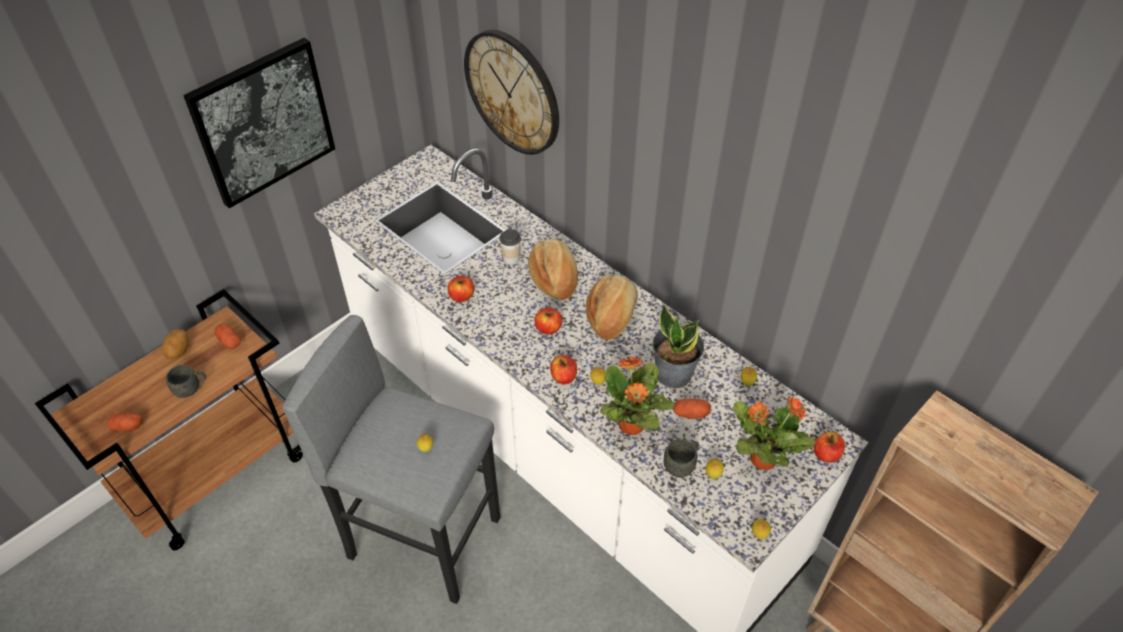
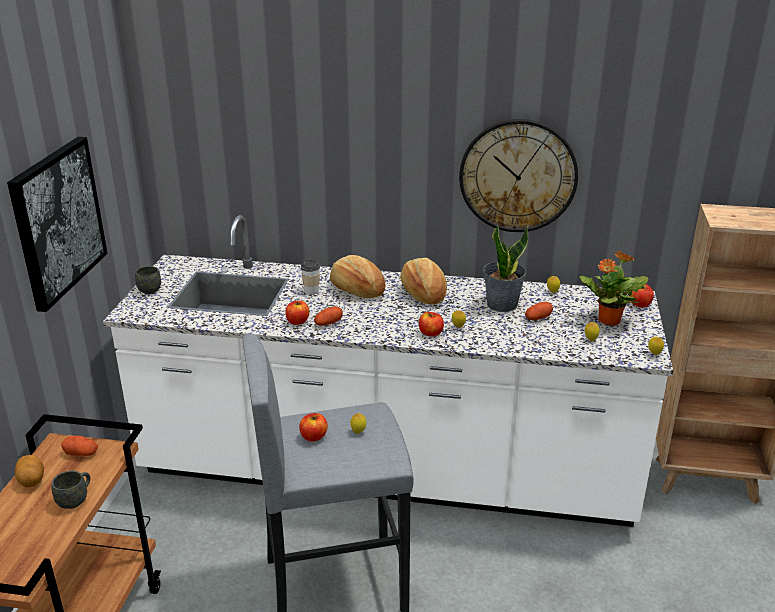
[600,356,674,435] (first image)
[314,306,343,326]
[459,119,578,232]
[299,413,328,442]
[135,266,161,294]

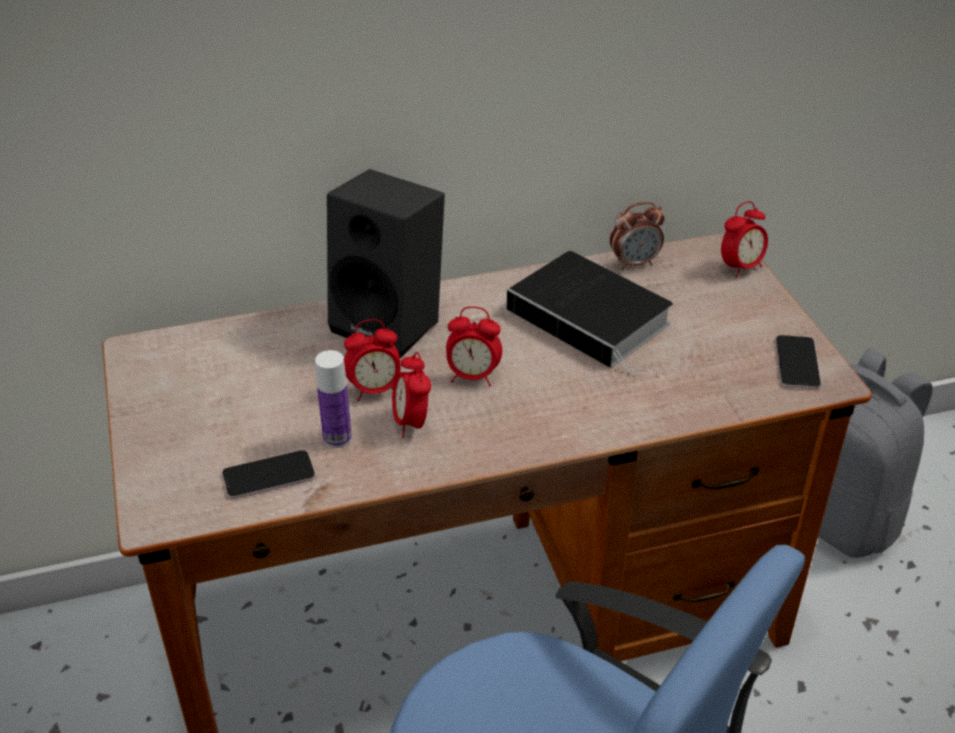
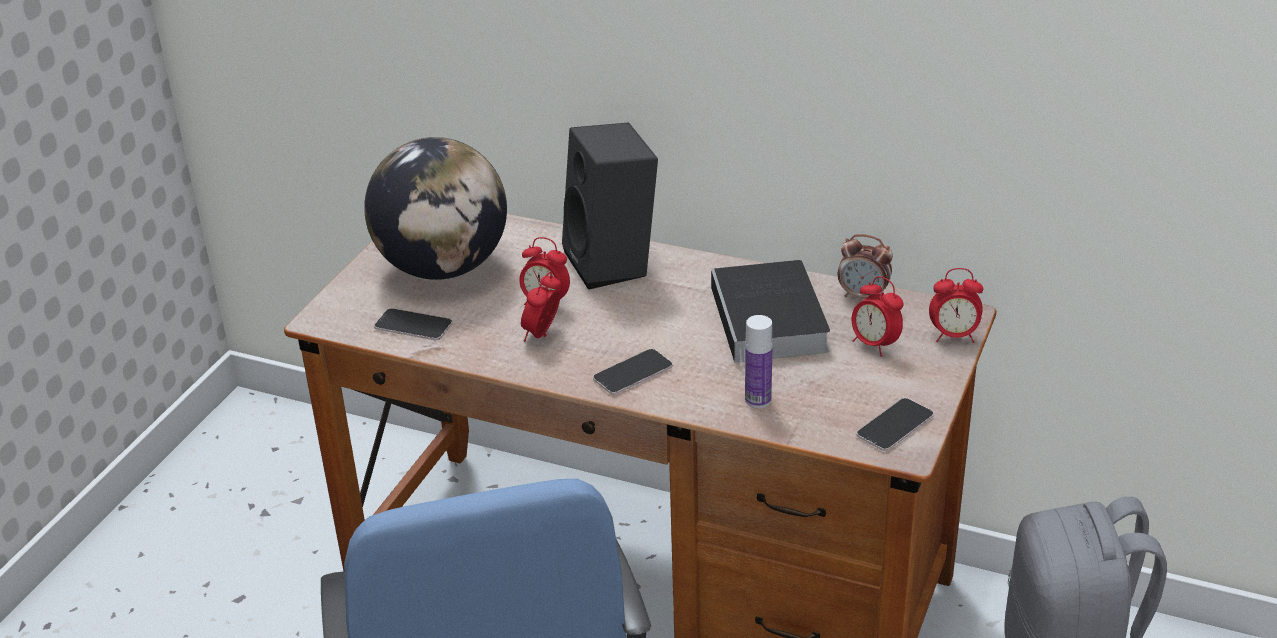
[364,137,507,280]
[593,349,673,395]
[745,315,773,408]
[852,276,904,357]

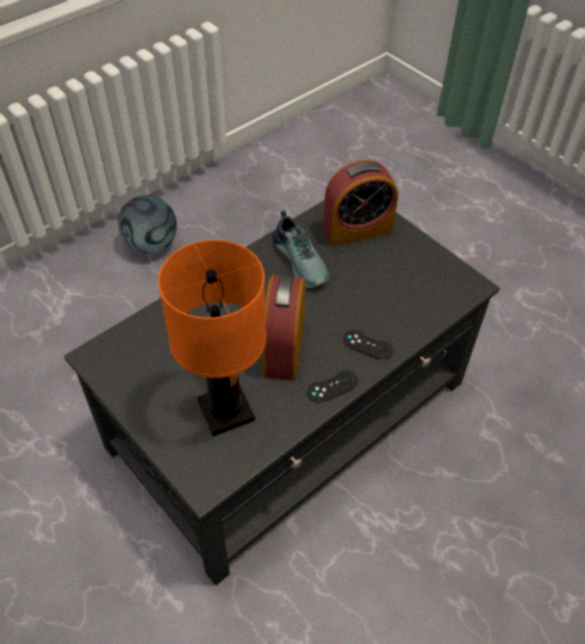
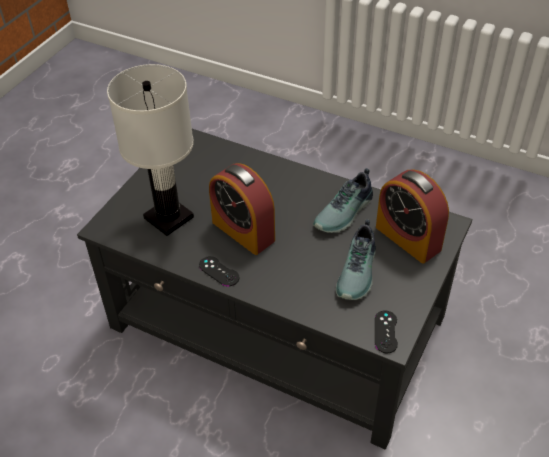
[118,195,177,254] (first image)
[336,219,376,300]
[375,310,398,353]
[107,64,194,236]
[209,163,275,255]

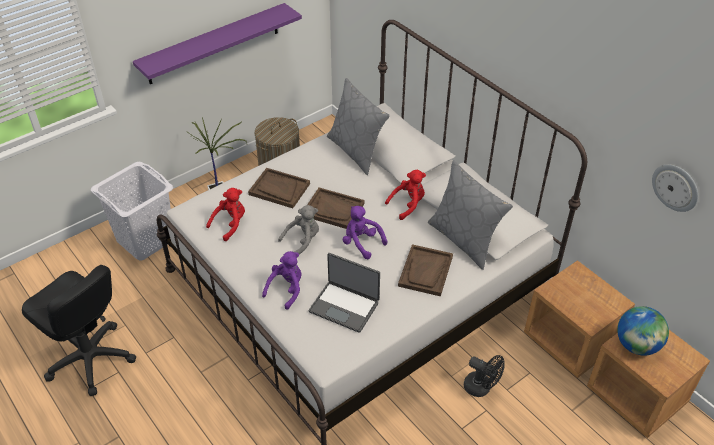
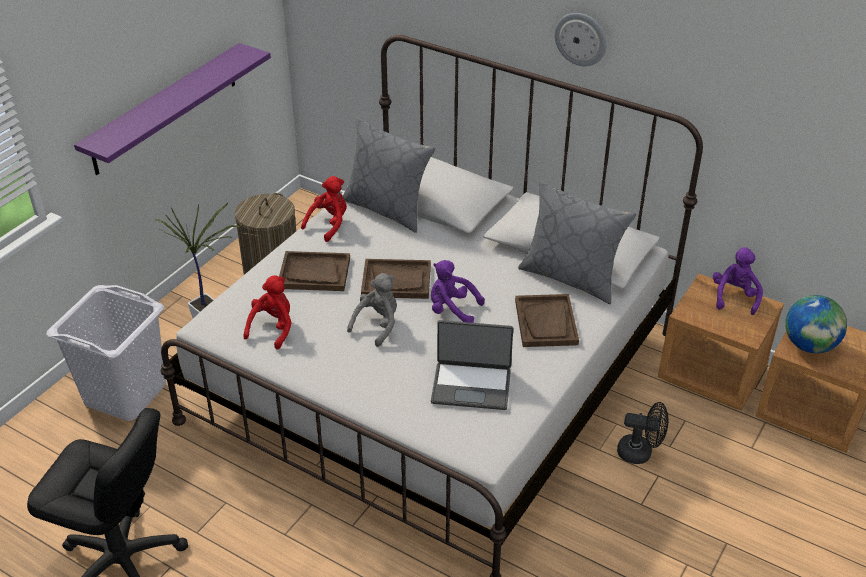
[713,247,763,315]
[301,176,347,242]
[555,13,607,66]

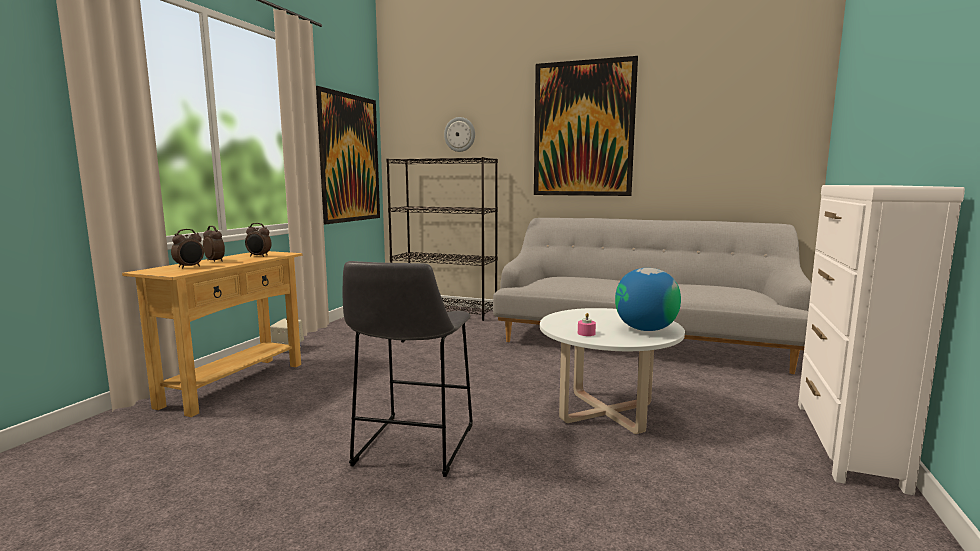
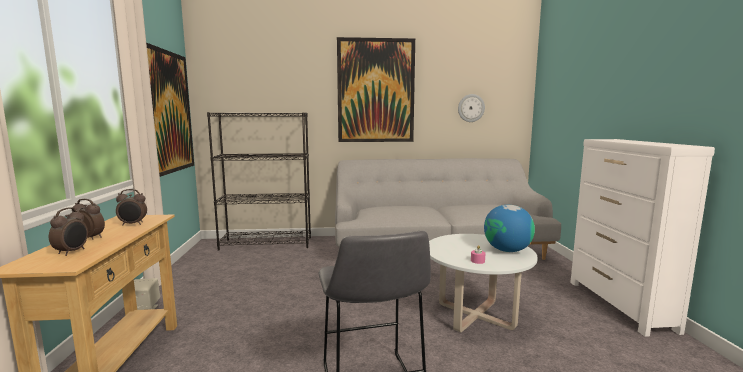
[458,94,485,122]

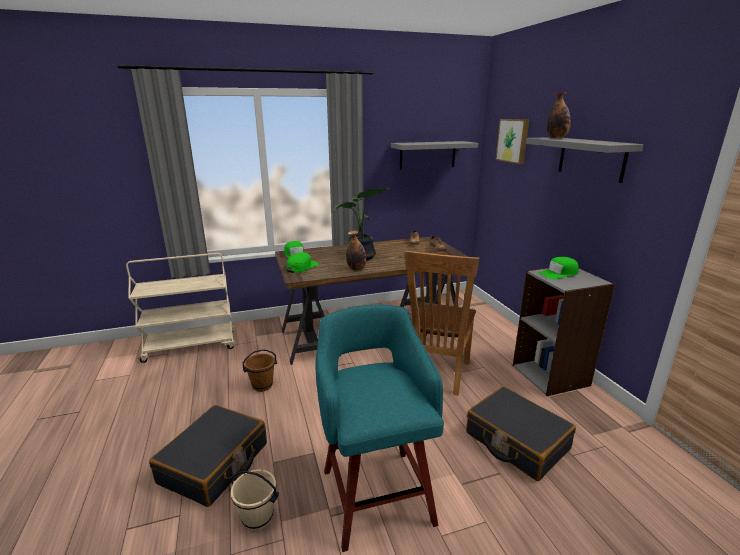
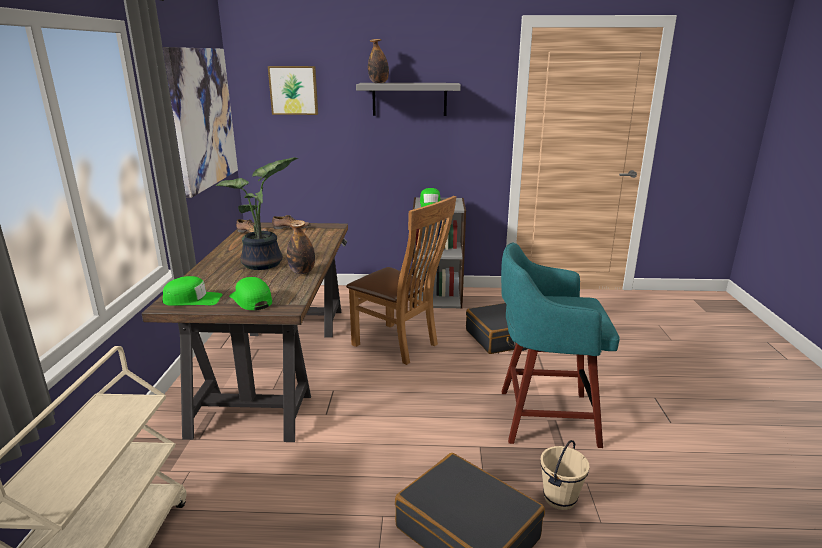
[243,349,277,392] (first image)
[163,47,238,198]

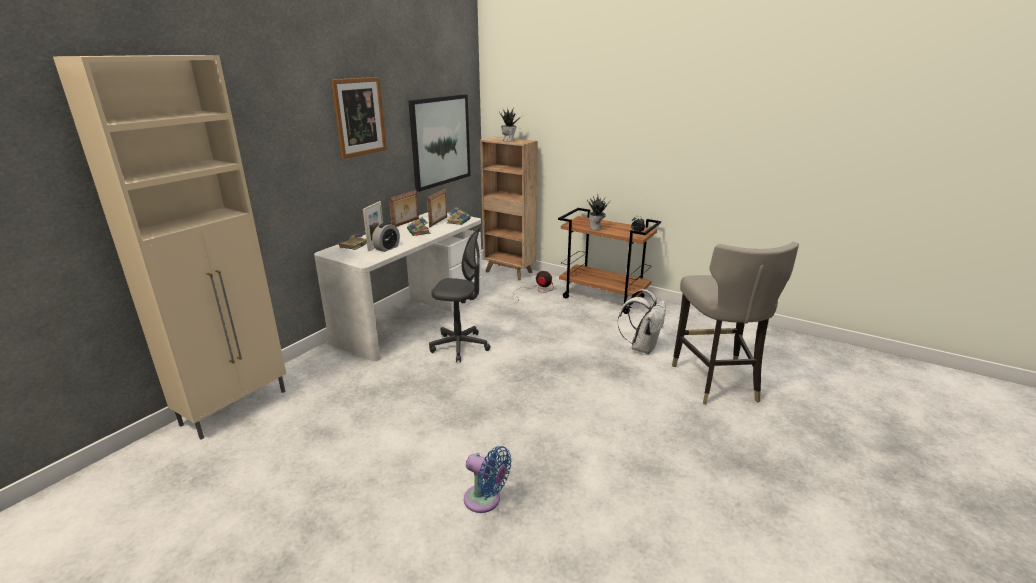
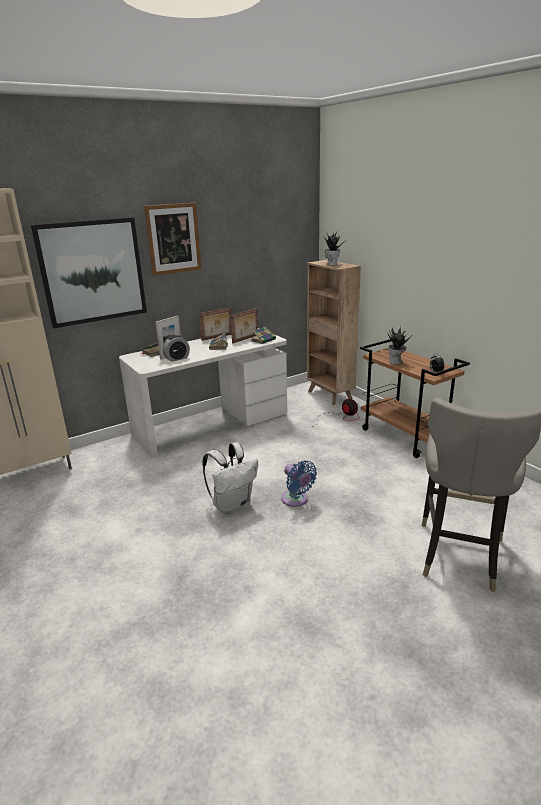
[429,226,491,362] (first image)
[31,217,147,328]
[281,460,317,507]
[202,442,258,514]

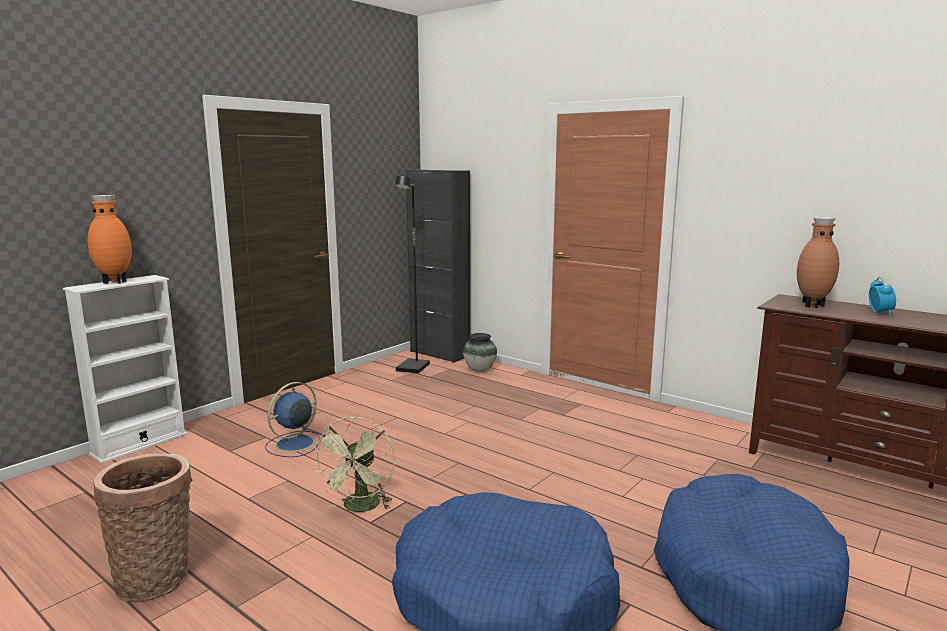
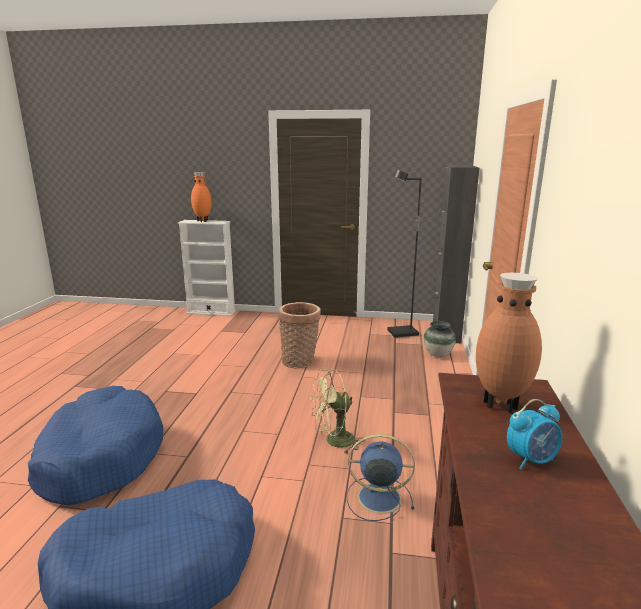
[278,302,321,369]
[347,434,415,521]
[310,370,363,455]

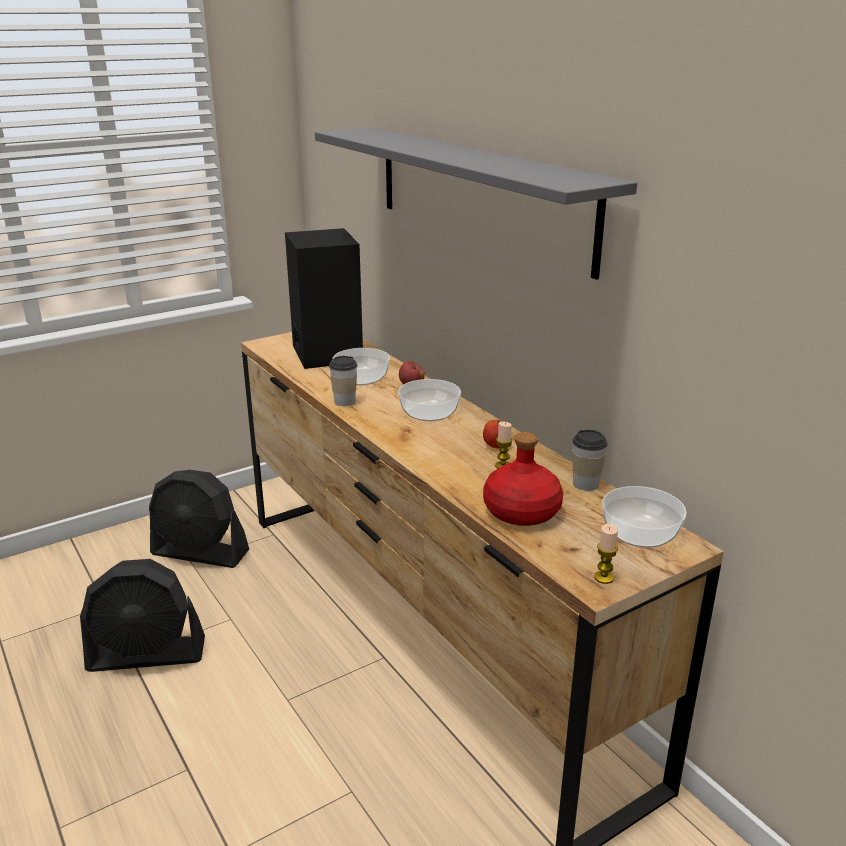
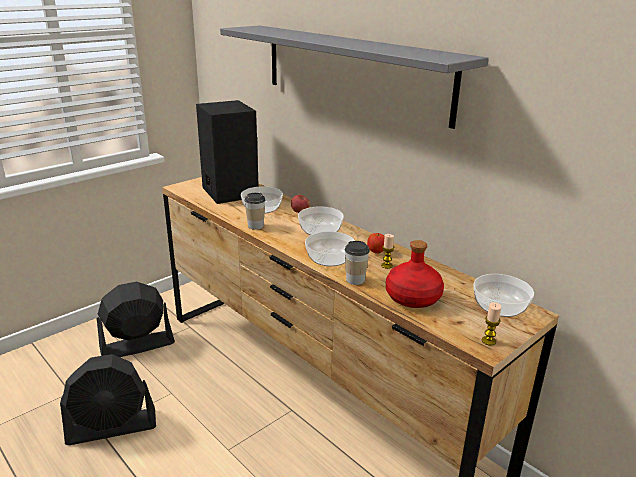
[305,231,355,267]
[345,241,370,285]
[97,282,175,357]

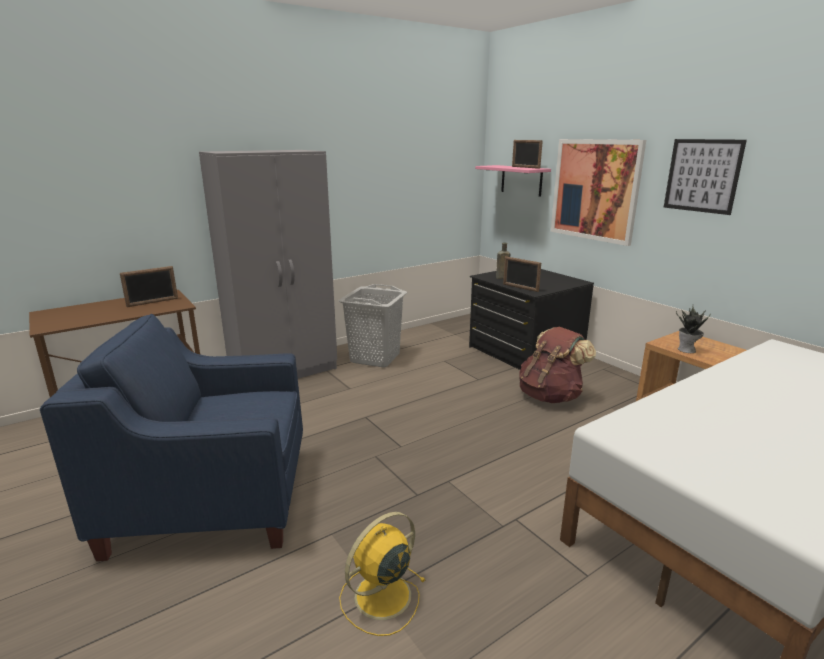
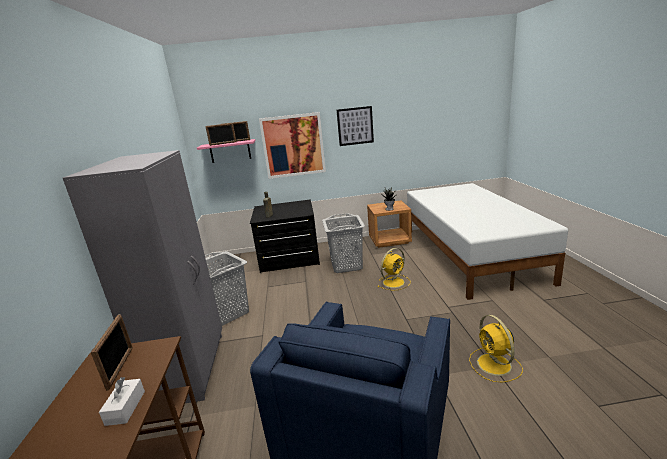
[99,377,145,426]
[378,248,410,290]
[205,123,236,146]
[322,213,365,273]

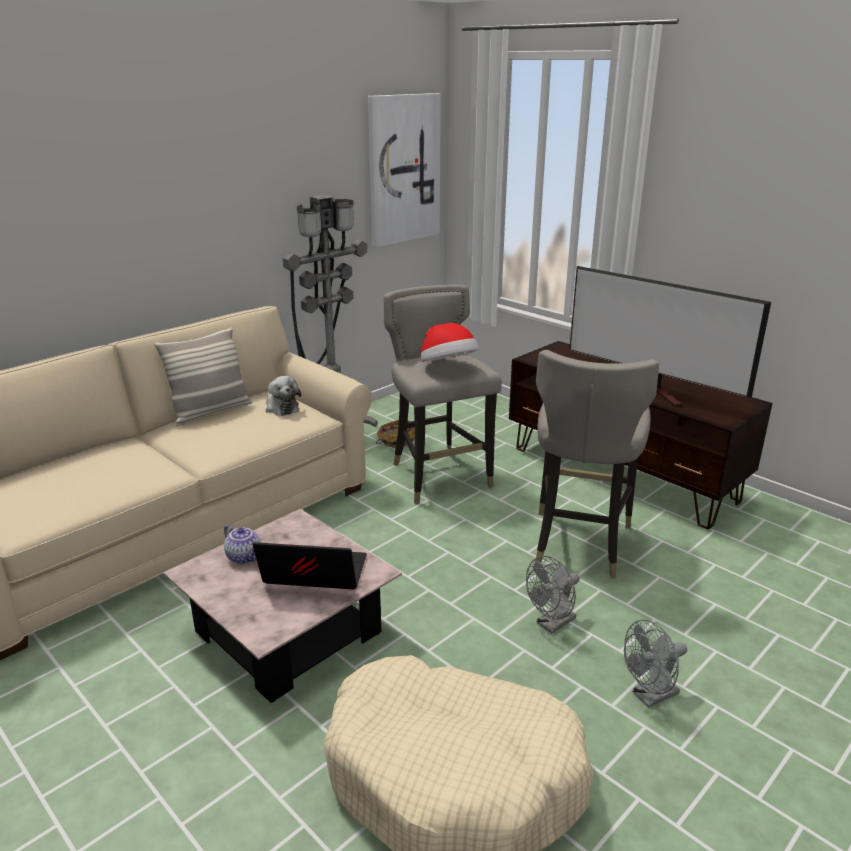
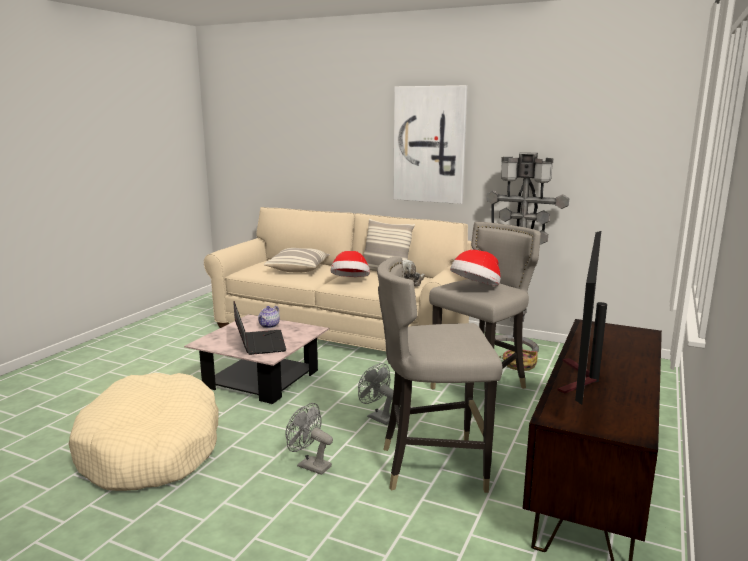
[264,248,330,273]
[331,251,370,277]
[393,85,468,204]
[358,363,394,425]

